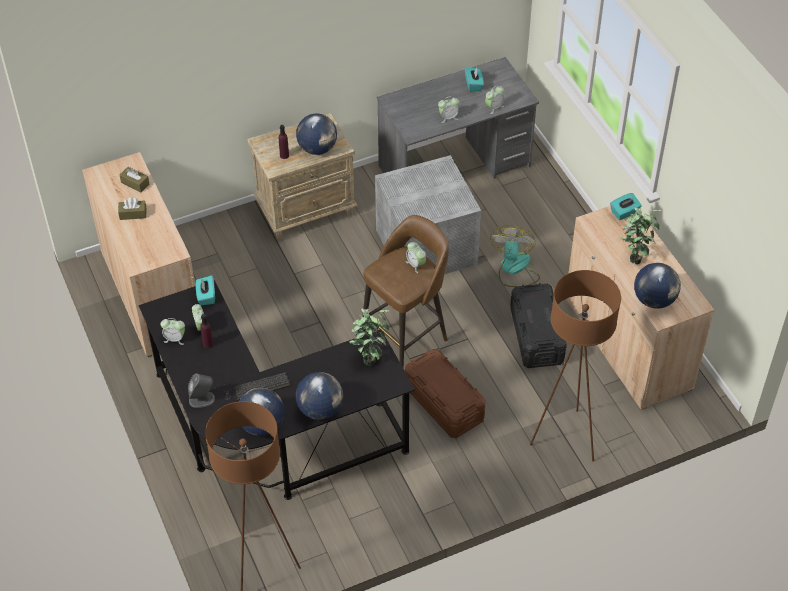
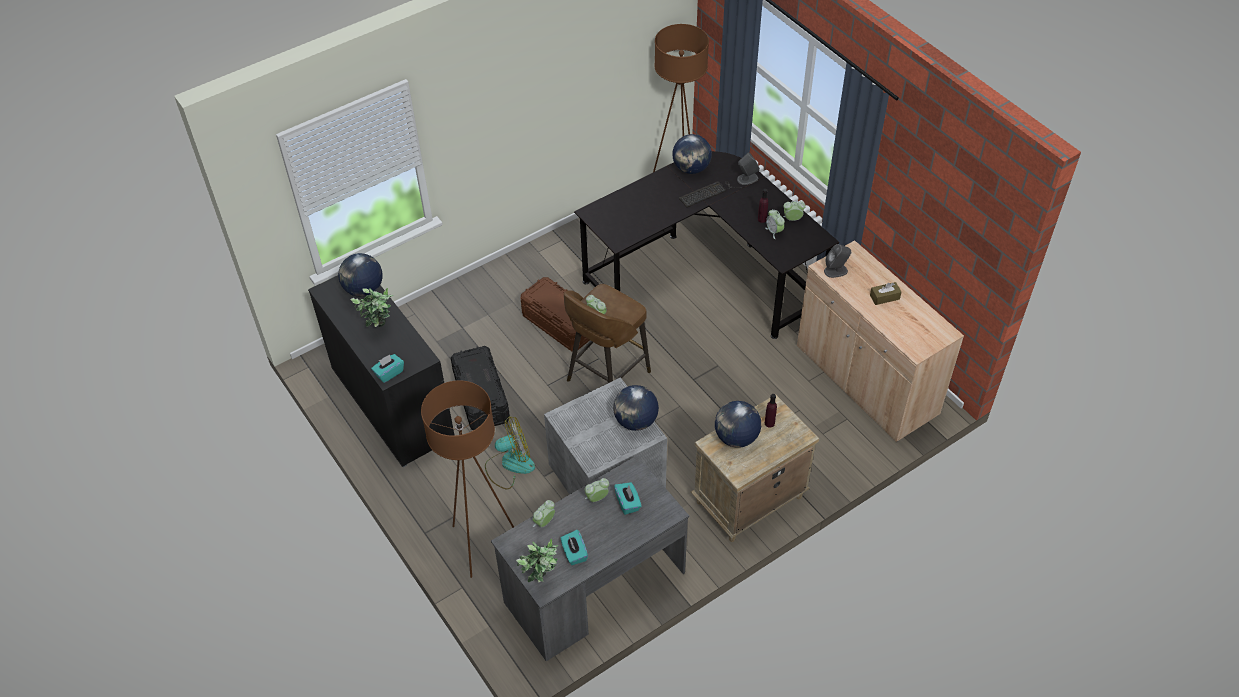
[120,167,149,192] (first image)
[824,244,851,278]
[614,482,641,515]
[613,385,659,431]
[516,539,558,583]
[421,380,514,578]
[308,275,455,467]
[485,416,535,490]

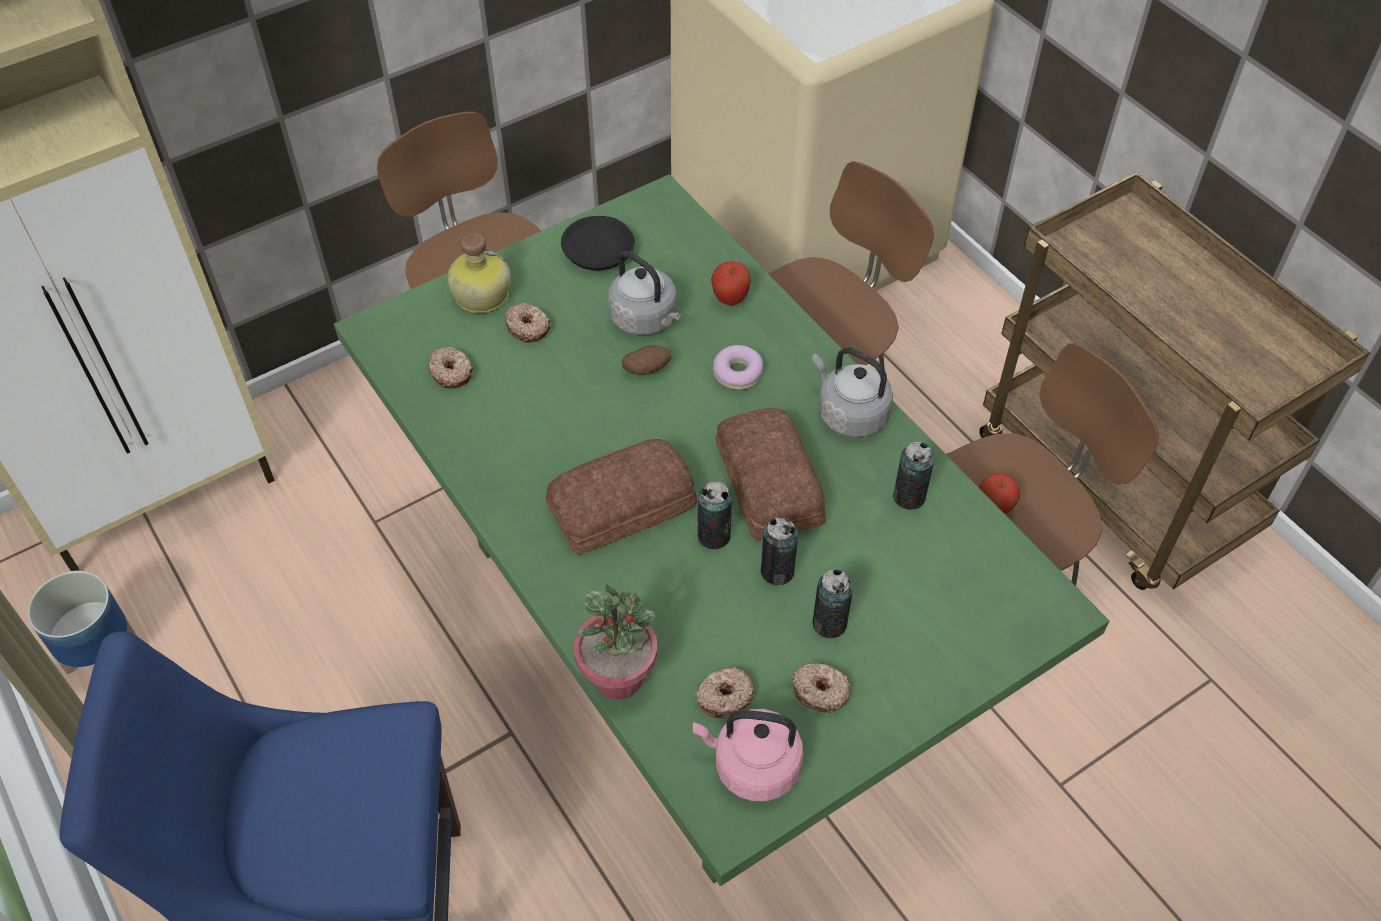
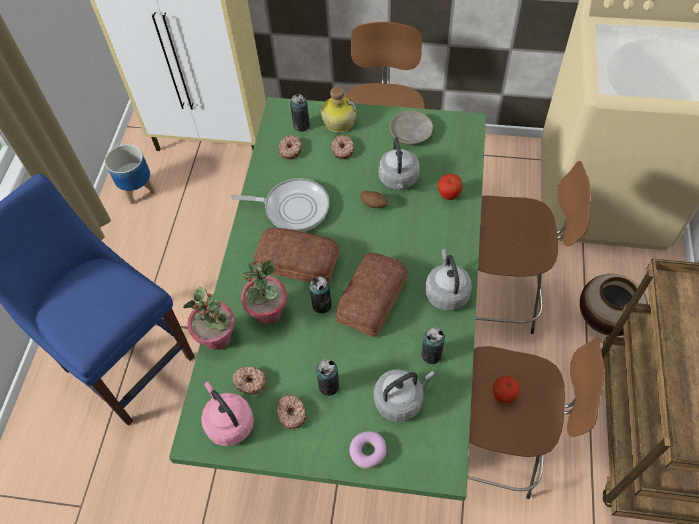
[231,178,329,232]
[241,260,287,325]
[374,369,435,422]
[580,274,648,336]
[349,431,386,469]
[290,94,310,132]
[390,111,433,145]

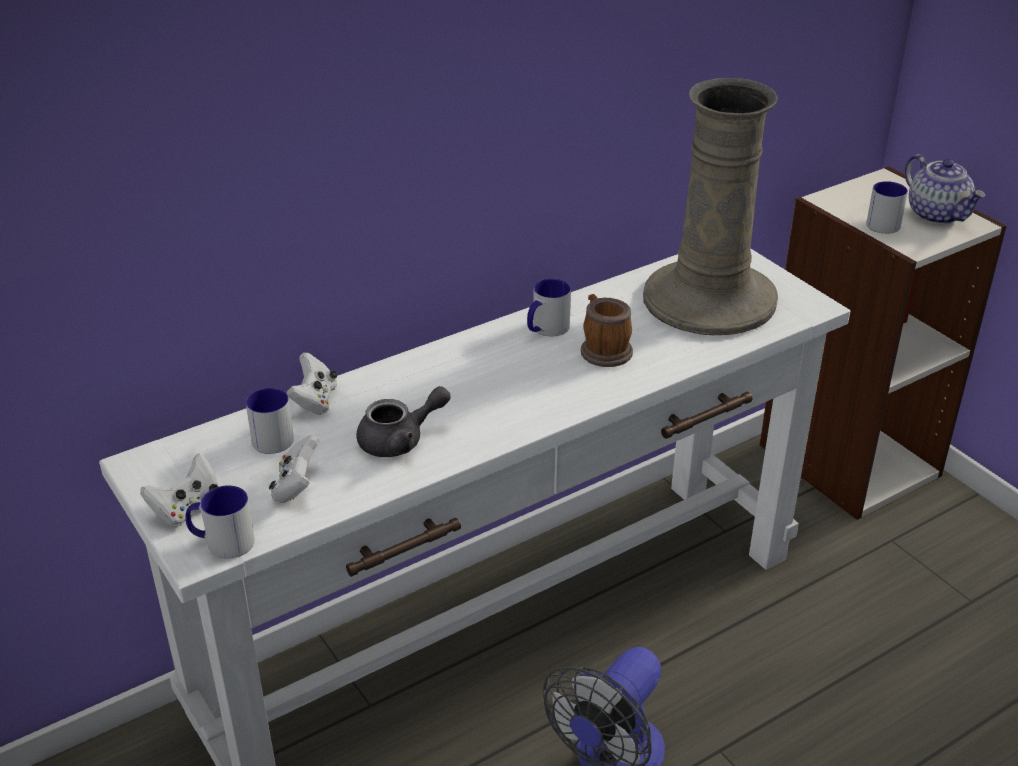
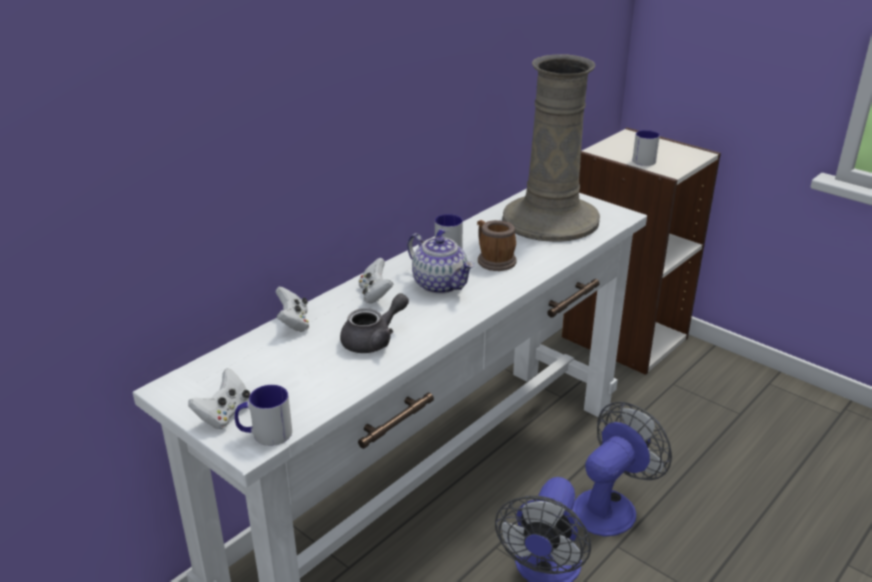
[246,388,294,454] (first image)
[572,402,672,537]
[359,258,393,304]
[407,233,474,294]

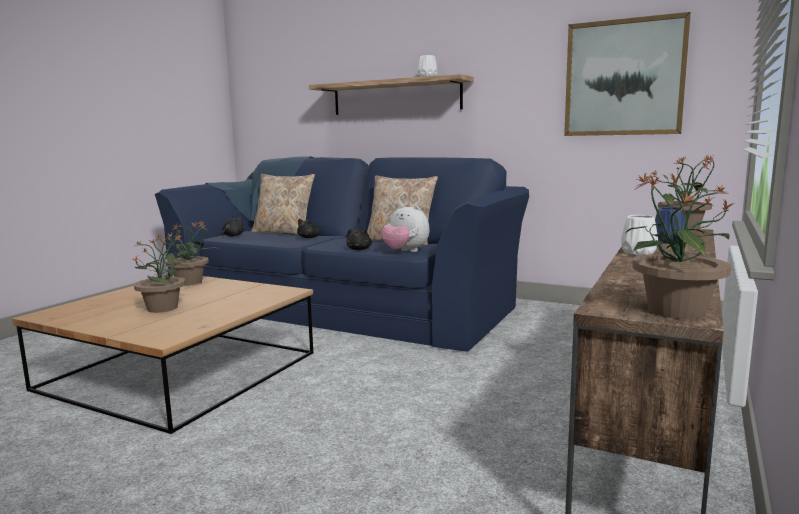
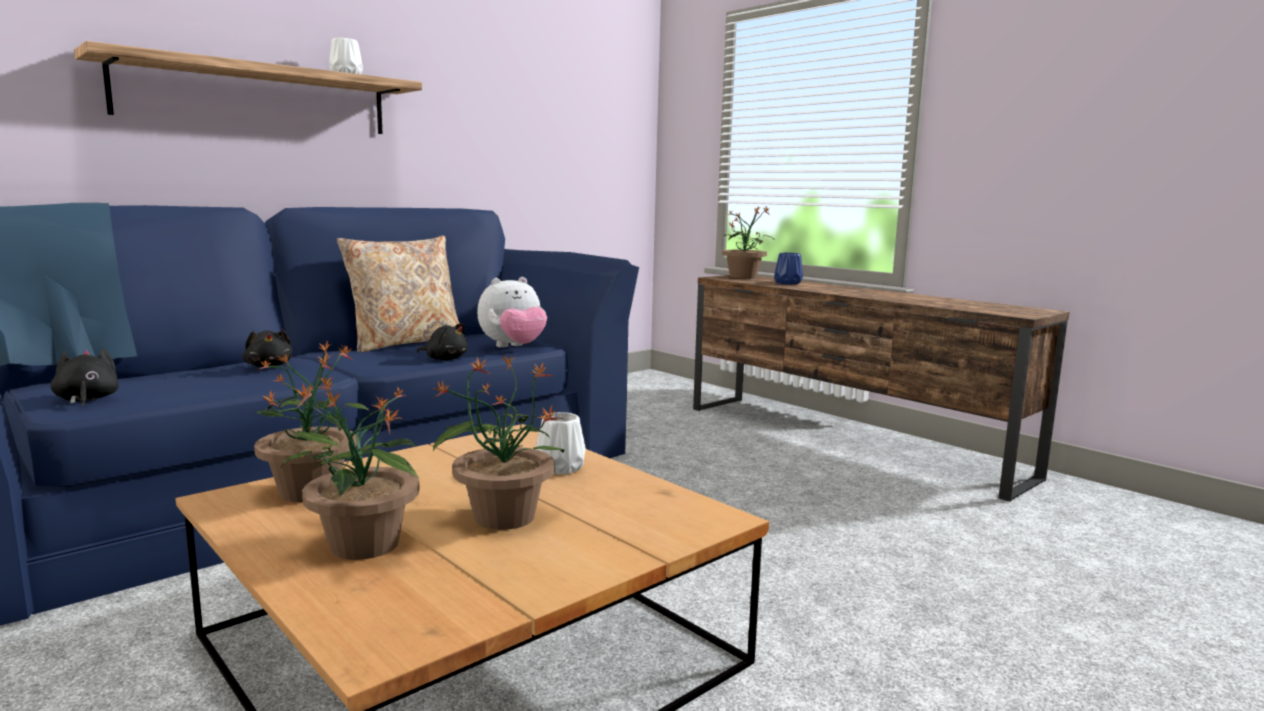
[251,174,315,235] (first image)
[564,12,691,136] (first image)
[536,412,586,474]
[281,377,420,560]

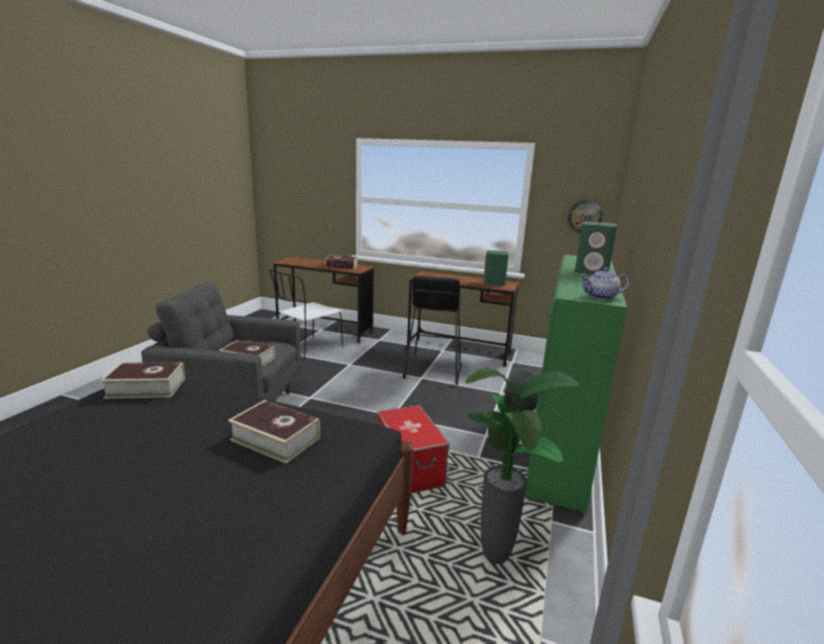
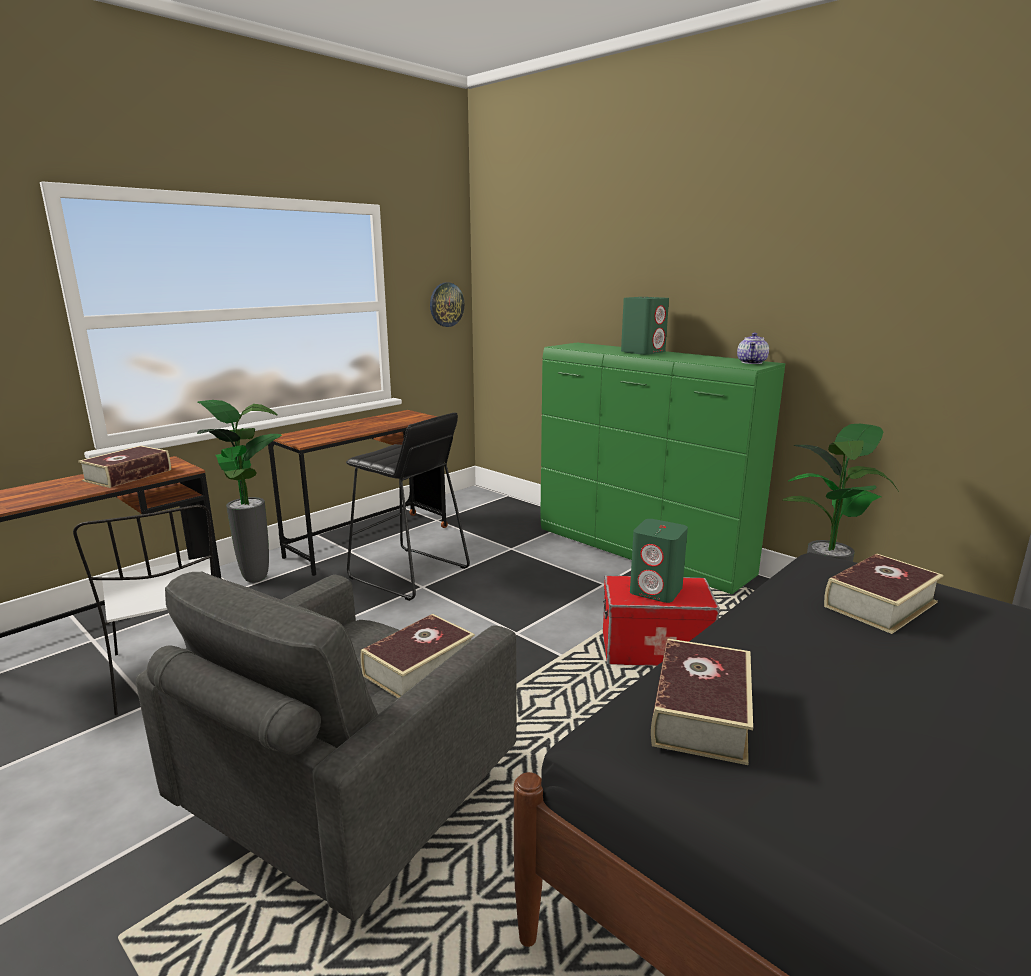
[197,400,282,583]
[630,519,688,603]

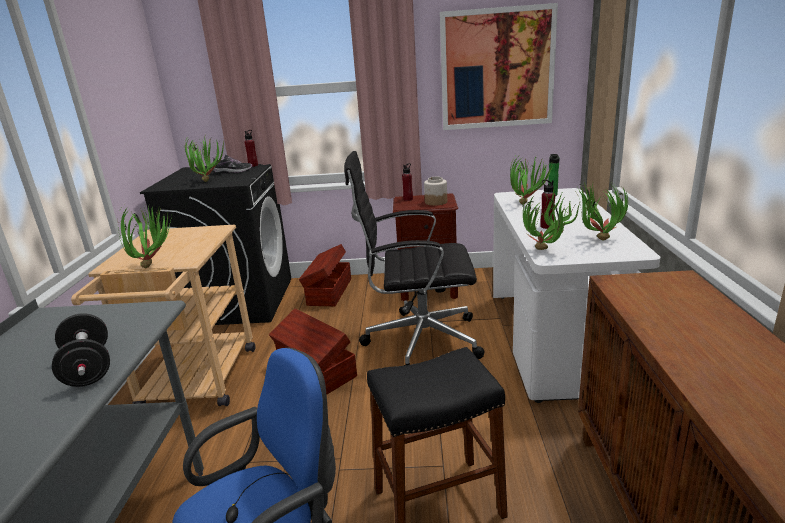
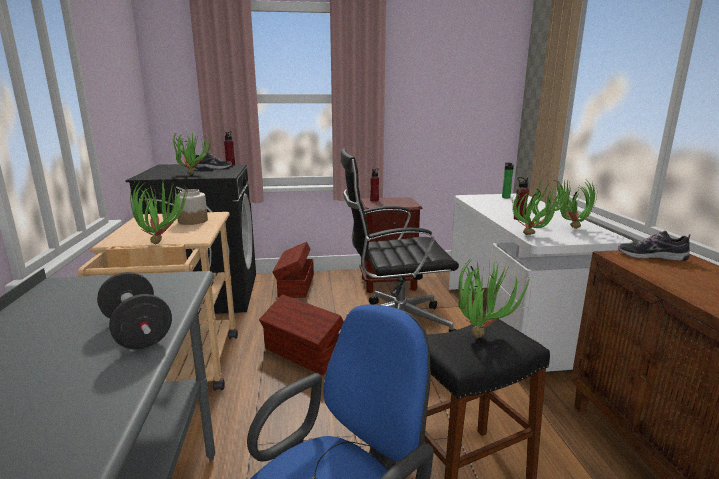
[440,3,558,130] (first image)
[618,231,690,261]
[177,189,208,225]
[459,261,530,338]

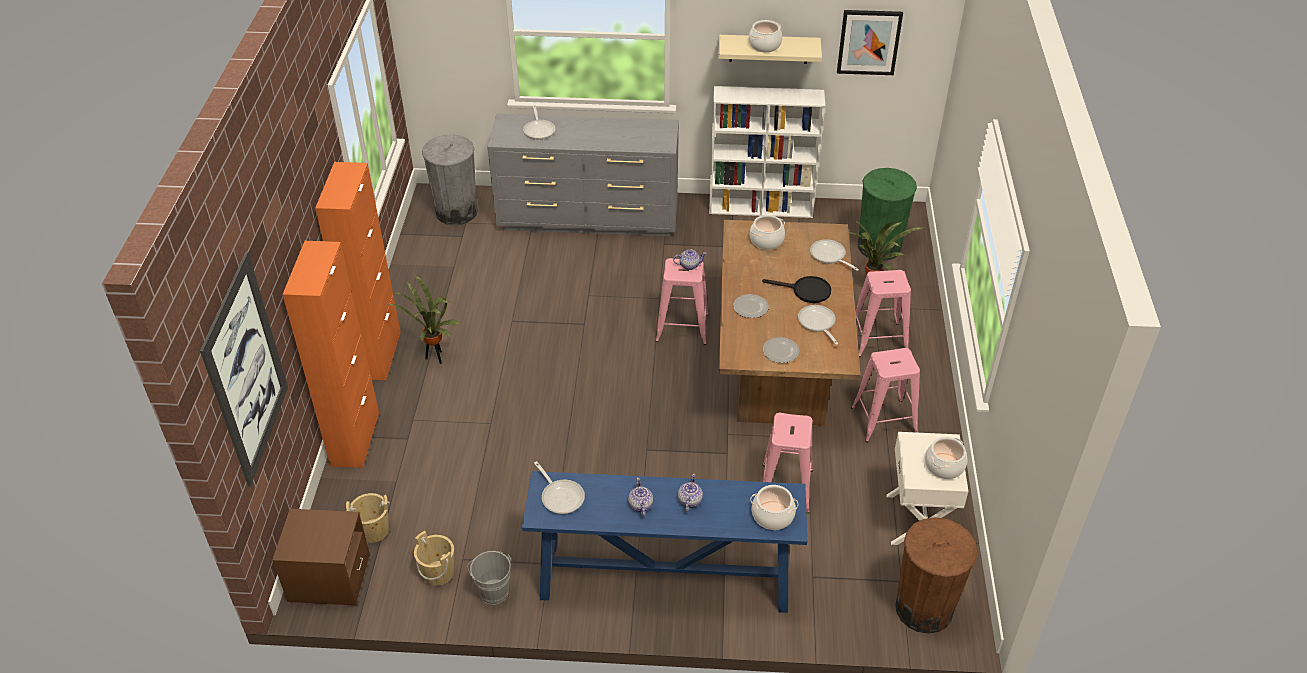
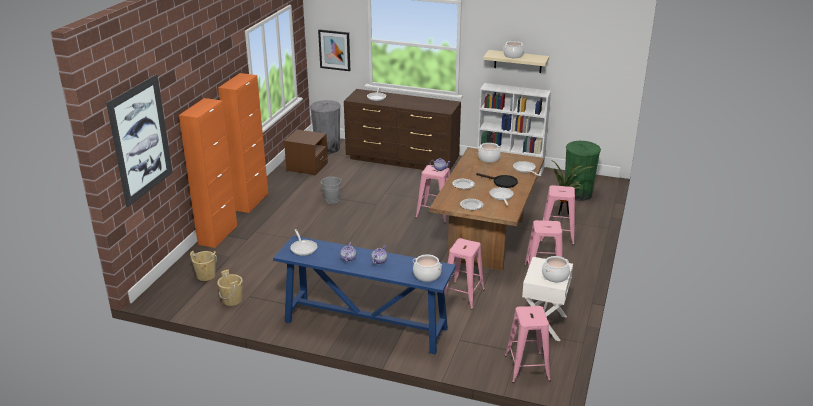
[388,275,460,364] (first image)
[284,129,328,176]
[320,177,342,204]
[318,29,350,71]
[505,306,551,383]
[344,89,461,170]

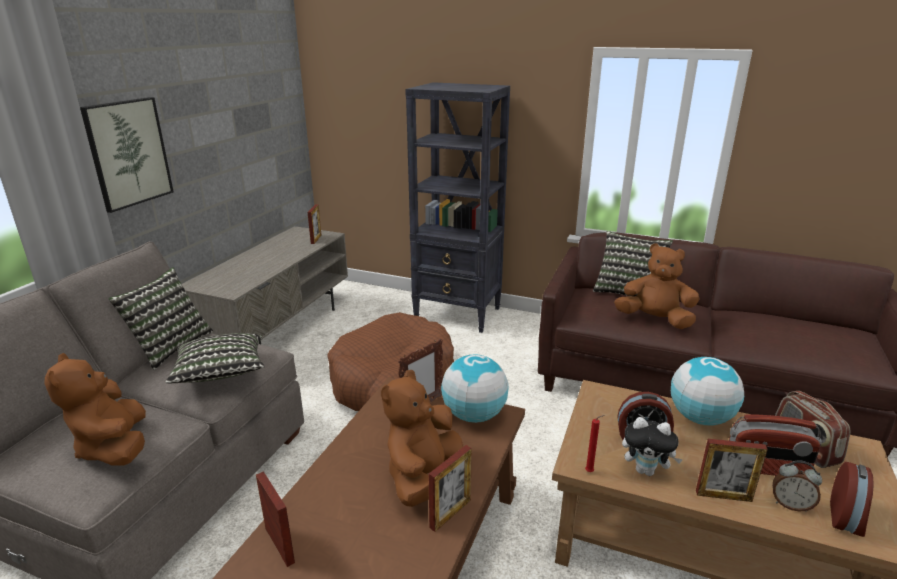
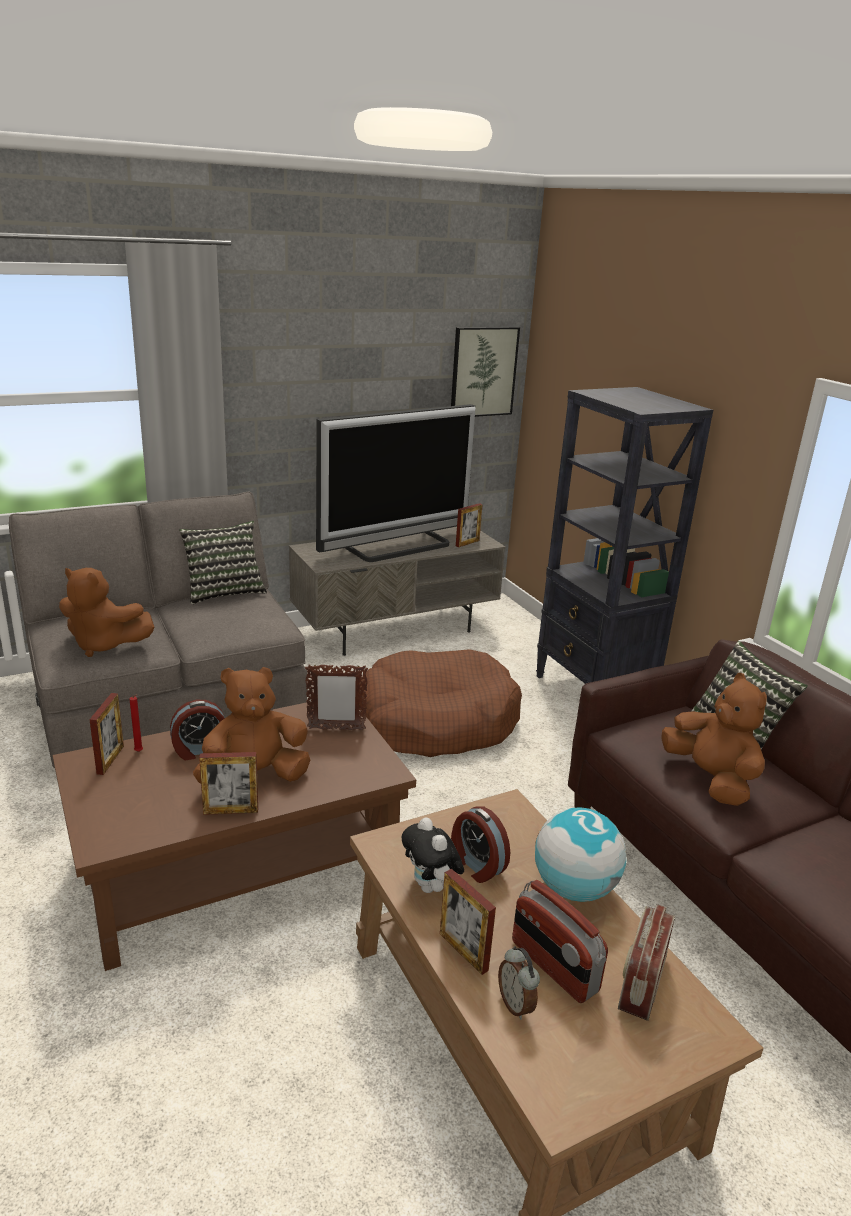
[166,333,265,384] (first image)
[441,354,508,423] (first image)
[316,404,475,562]
[451,327,520,417]
[130,695,143,752]
[170,700,225,760]
[59,568,154,657]

